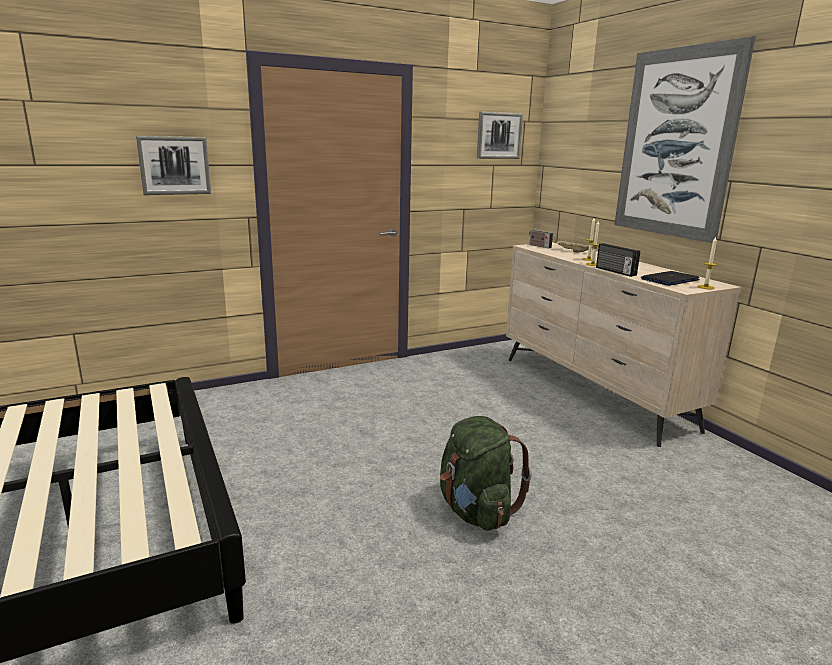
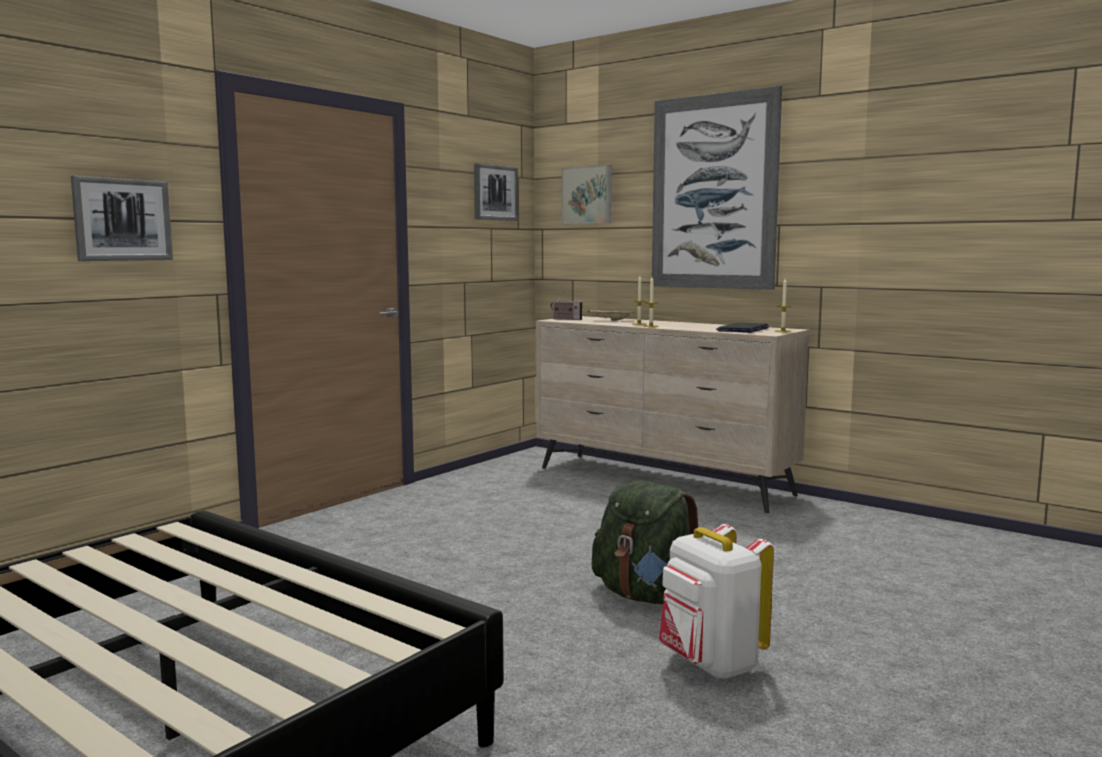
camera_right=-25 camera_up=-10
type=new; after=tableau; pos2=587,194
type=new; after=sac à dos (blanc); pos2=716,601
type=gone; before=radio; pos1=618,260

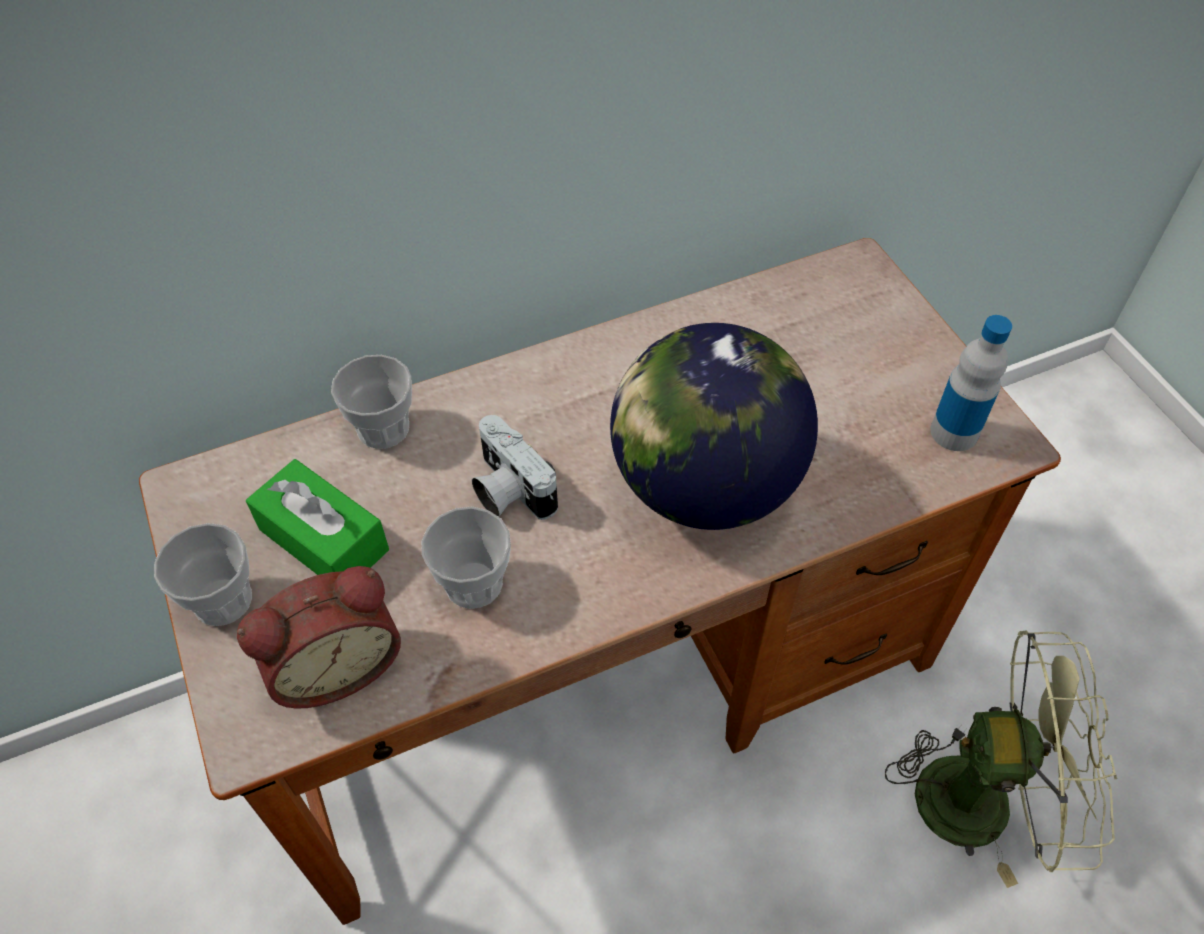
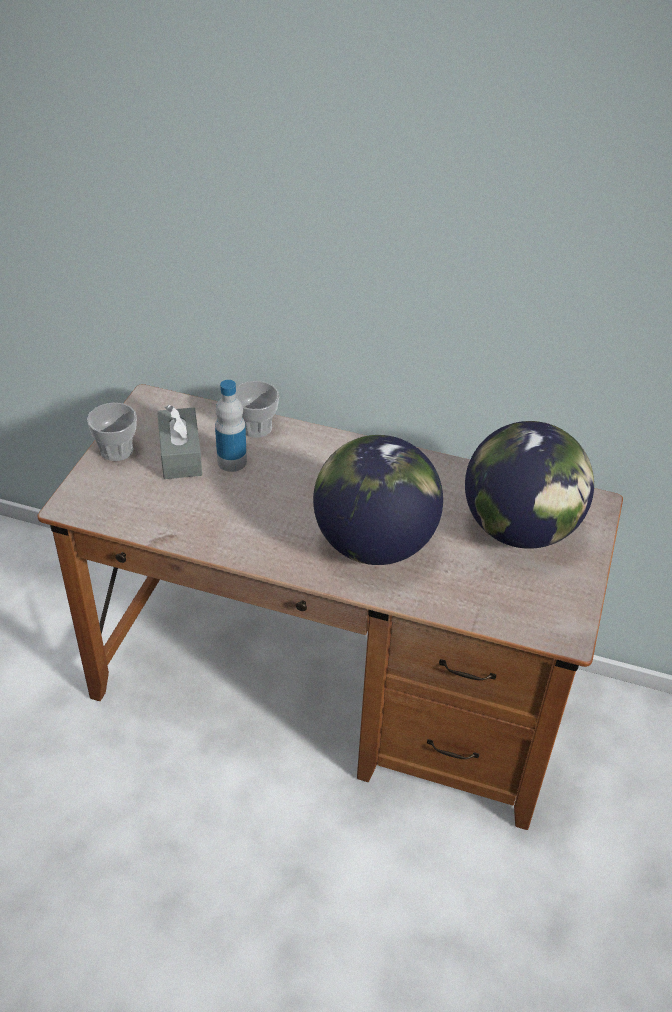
camera_right=40 camera_up=-10
type=repainted; before=boîte à mouchoirs (vert); after=boîte à mouchoirs (gris); pos1=317,517; pos2=179,442
type=shifted; before=bouteille; pos1=971,383; pos2=231,426
type=new; after=globe; pos2=529,485
type=gone; before=réveil; pos1=319,637
type=gone; before=tasse; pos1=466,557
type=gone; before=appareil photo; pos1=515,467
type=gone; before=ventilateur (vert); pos1=1001,759

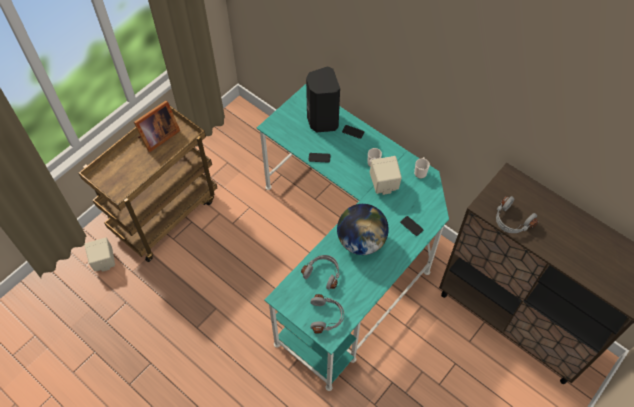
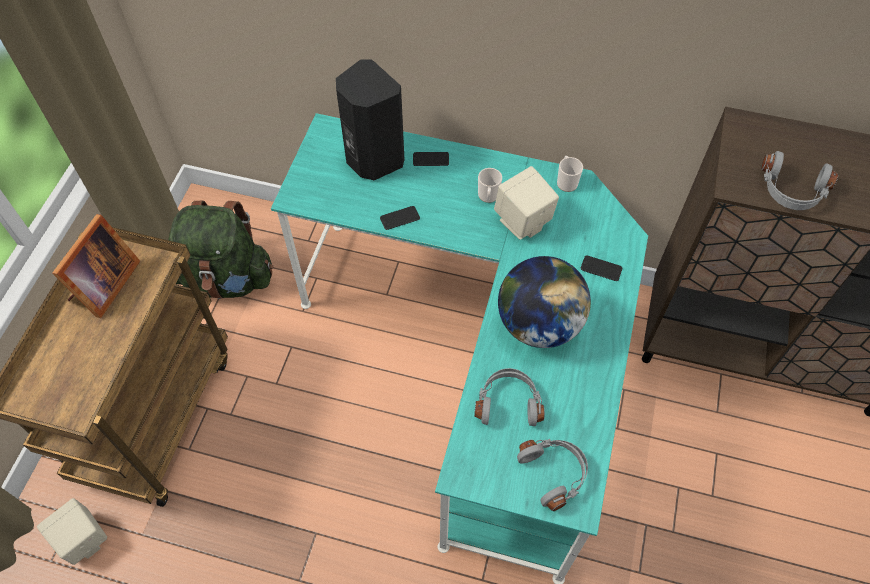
camera_right=-25 camera_up=0
type=new; after=sac à dos (vert); pos2=220,250

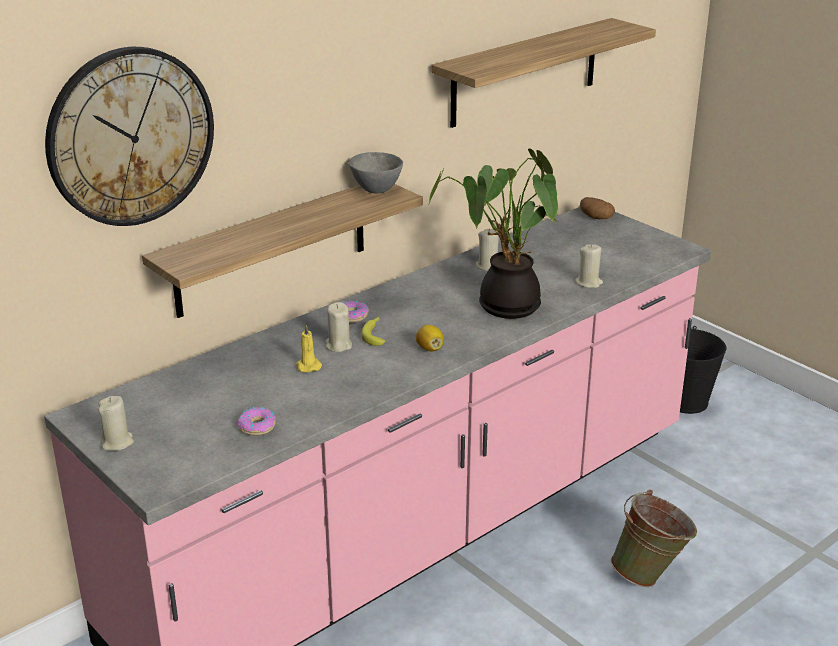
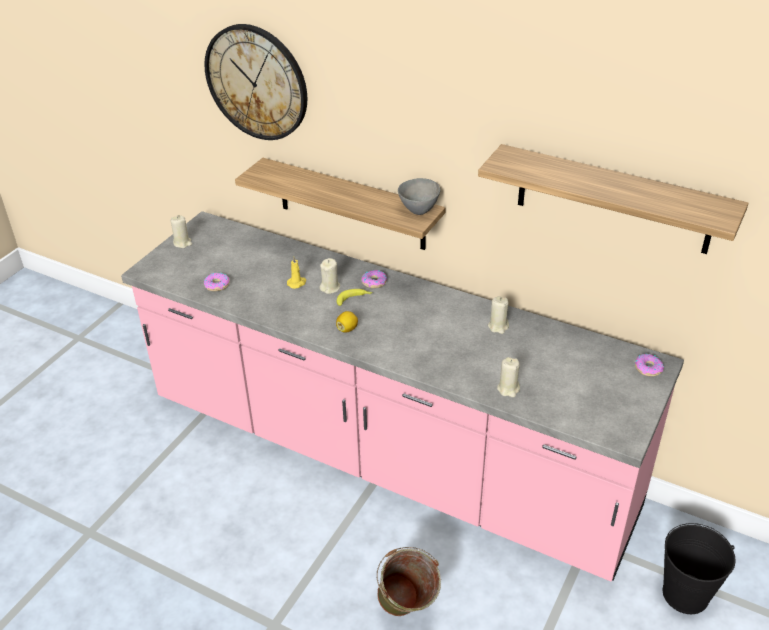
camera_right=70 camera_up=10
type=swapped; before=pomme de terre; after=beignet; pos1=597,208; pos2=649,365
type=gone; before=plante en pot; pos1=493,233

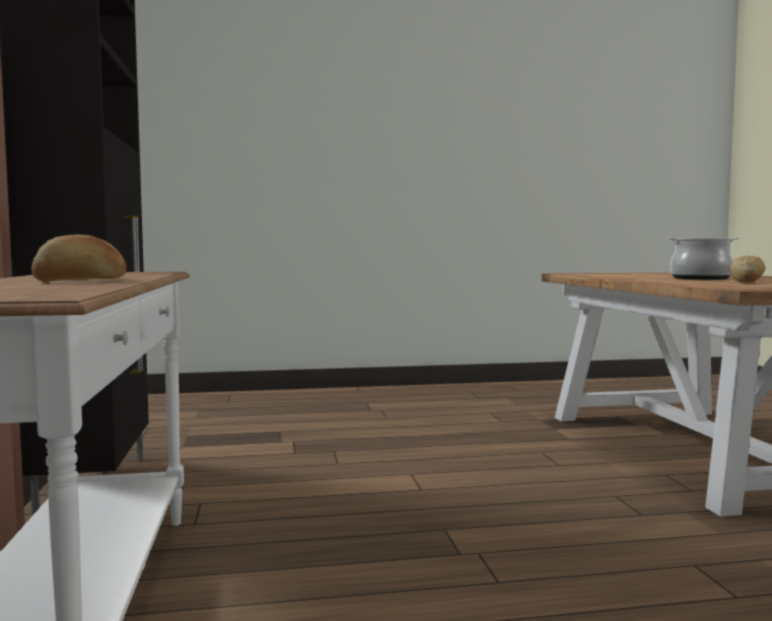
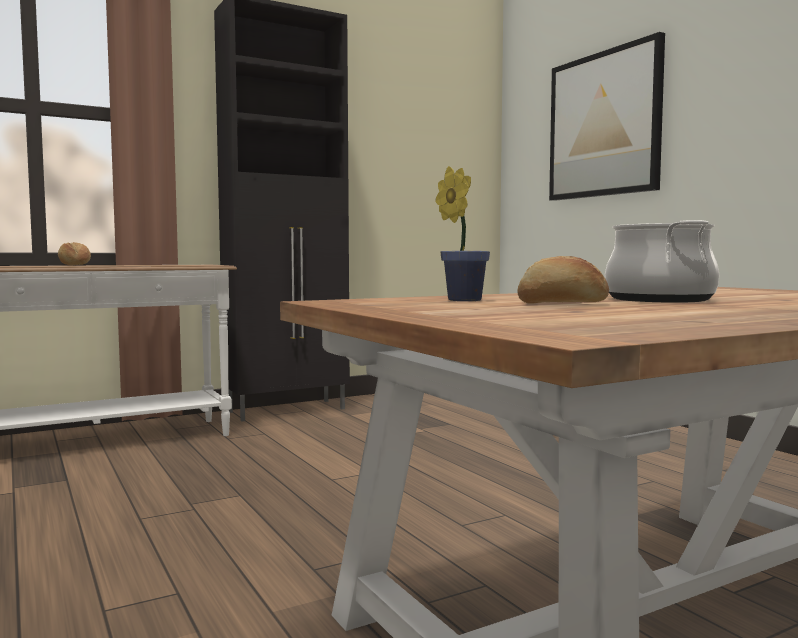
camera_right=70 camera_up=0
type=new; after=plante en pot; pos2=462,233
type=new; after=tableau; pos2=607,116

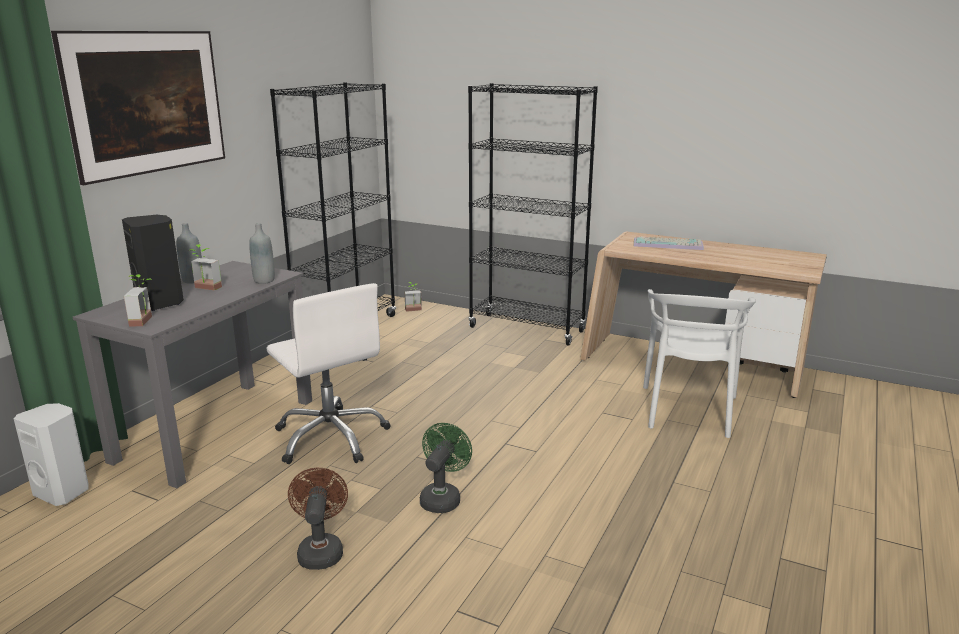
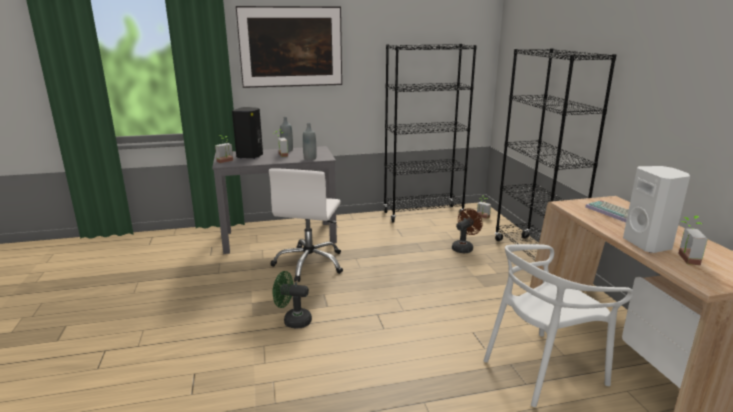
camera_right=50 camera_up=0
type=rotated; before=ventilateur (vert); pos1=446,468; pos2=292,299; turn=-150
type=shifted; before=ventilateur (marron); pos1=318,519; pos2=467,231
type=shifted; before=enceinte (blanc); pos1=51,454; pos2=656,209
type=new; after=plante en pot; pos2=693,240

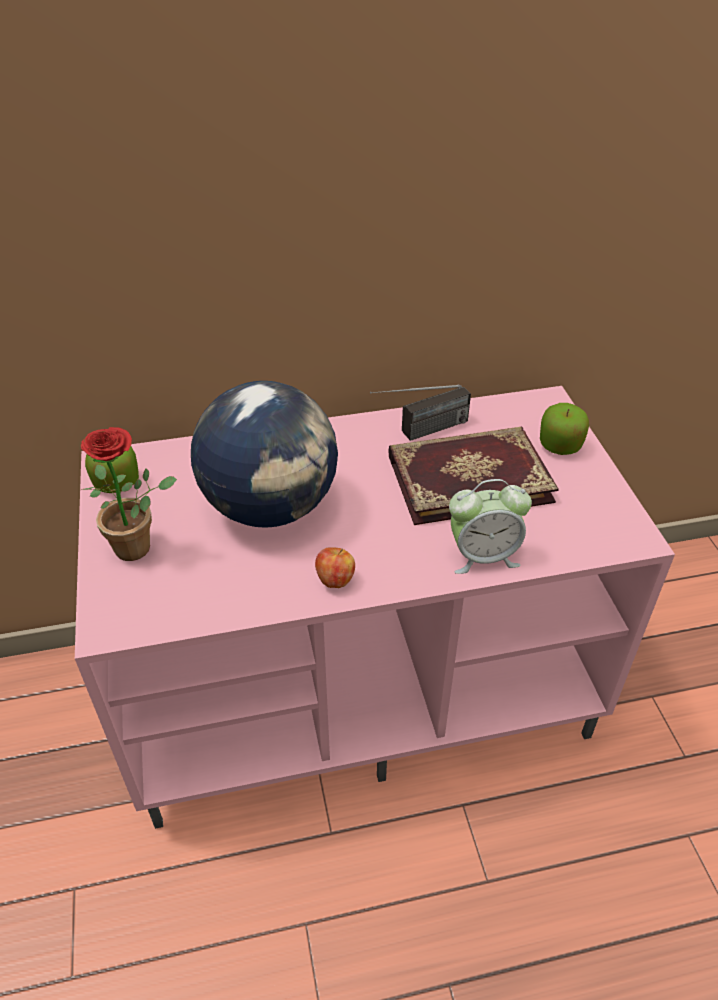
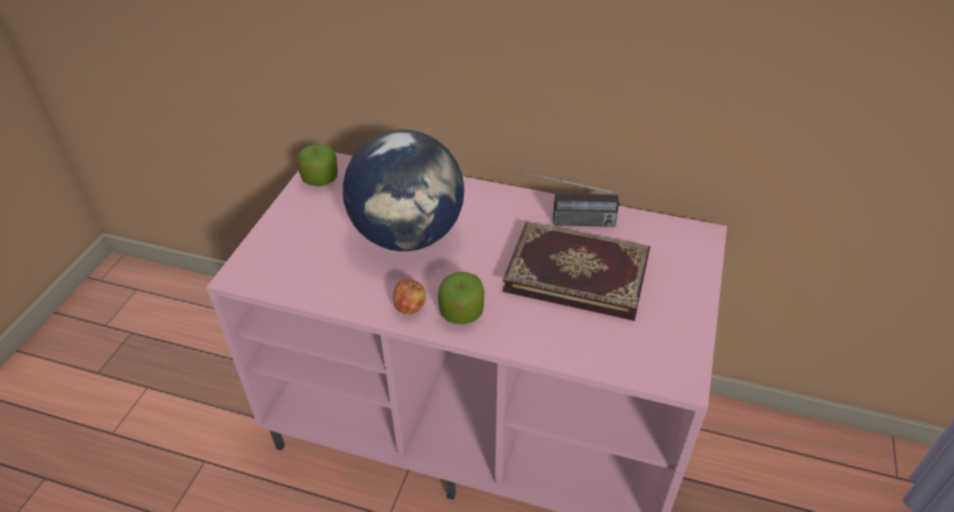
camera_right=30 camera_up=0
type=shifted; before=pomme; pos1=564,429; pos2=461,298
type=gone; before=plante en pot; pos1=129,494
type=gone; before=réveil; pos1=490,526

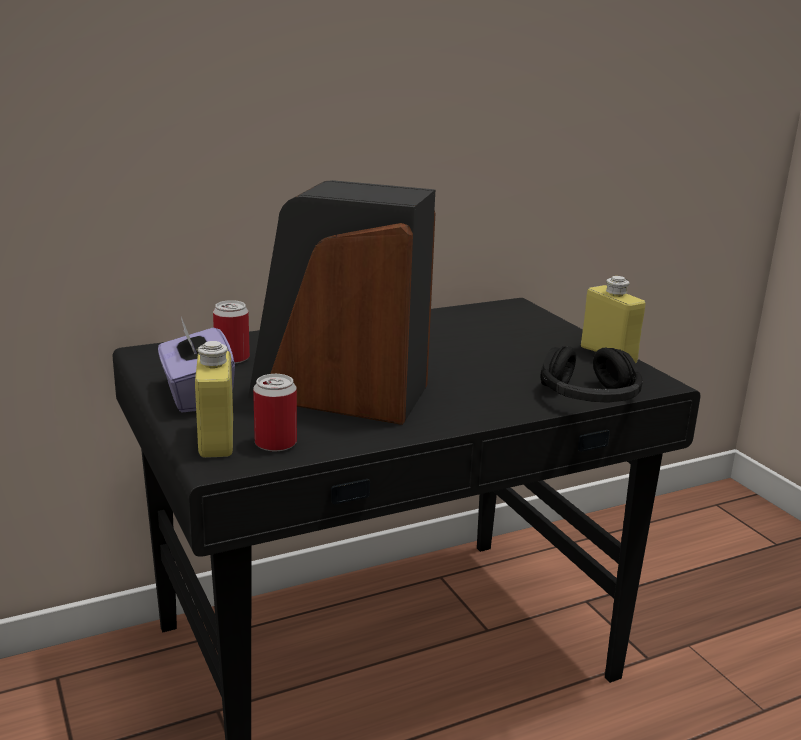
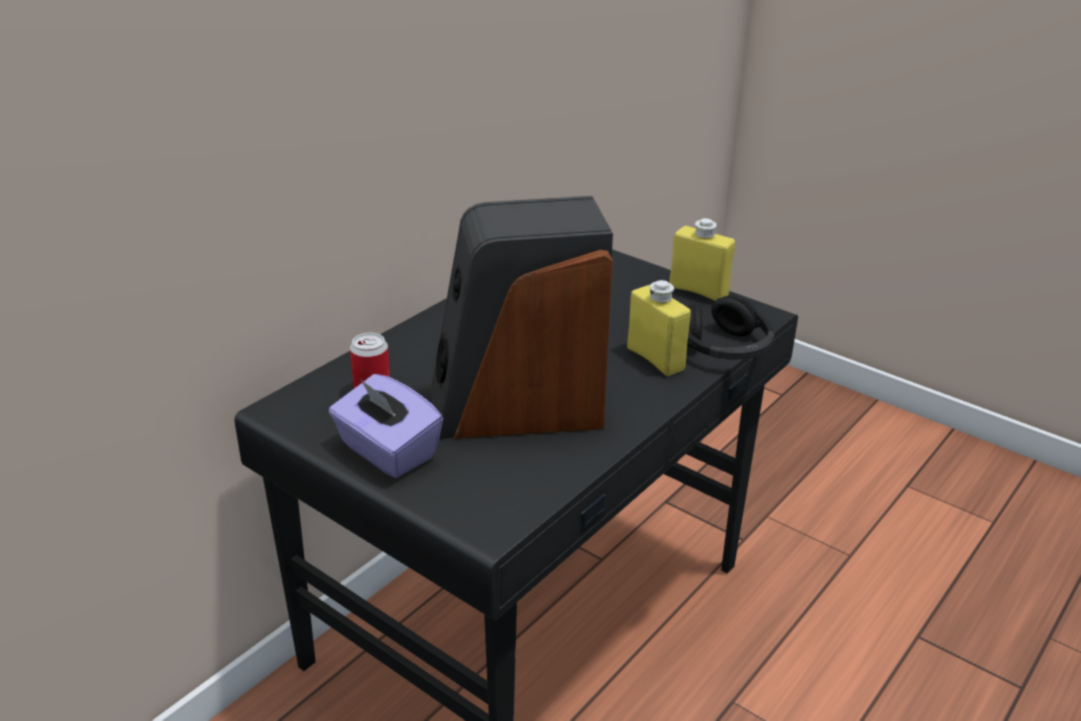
camera_right=-25 camera_up=10
type=shifted; before=bouteille (jaune); pos1=214,399; pos2=659,328
type=gone; before=boîte métallique; pos1=275,413

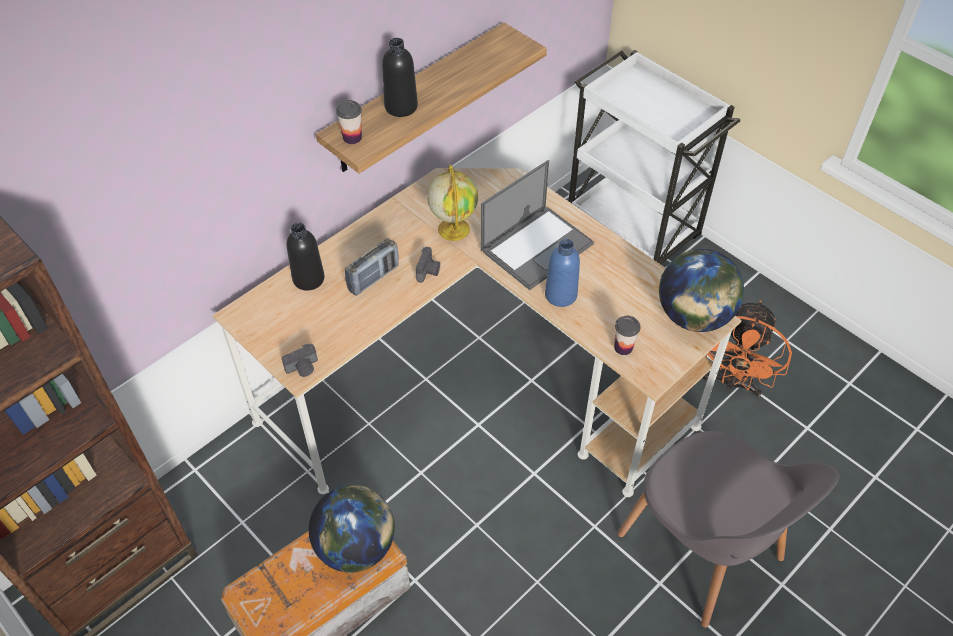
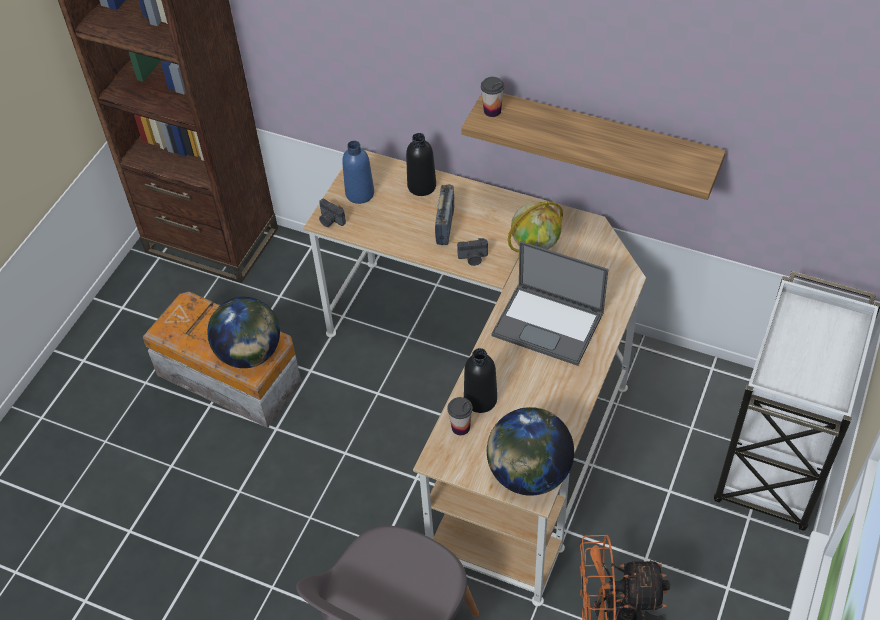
camera_right=70 camera_up=0
type=shifted; before=bouteille (bleu); pos1=562,273; pos2=358,172
type=rotated; before=radio; pos1=372,267; pos2=444,214; turn=-105
type=shifted; before=bouteille (noir); pos1=400,77; pos2=480,380

